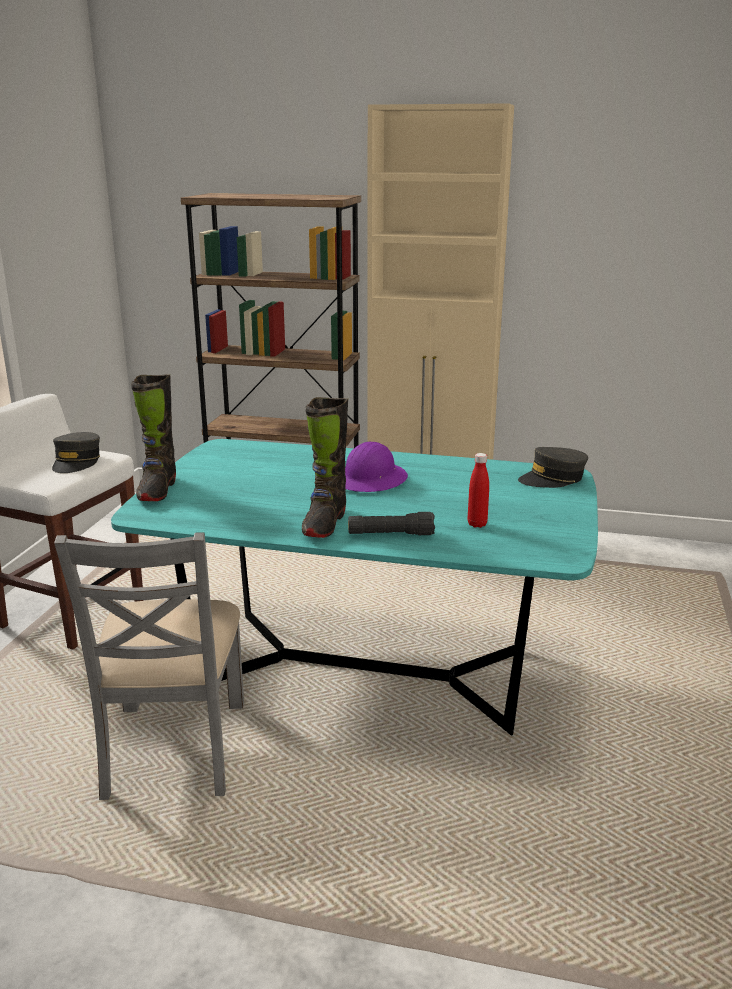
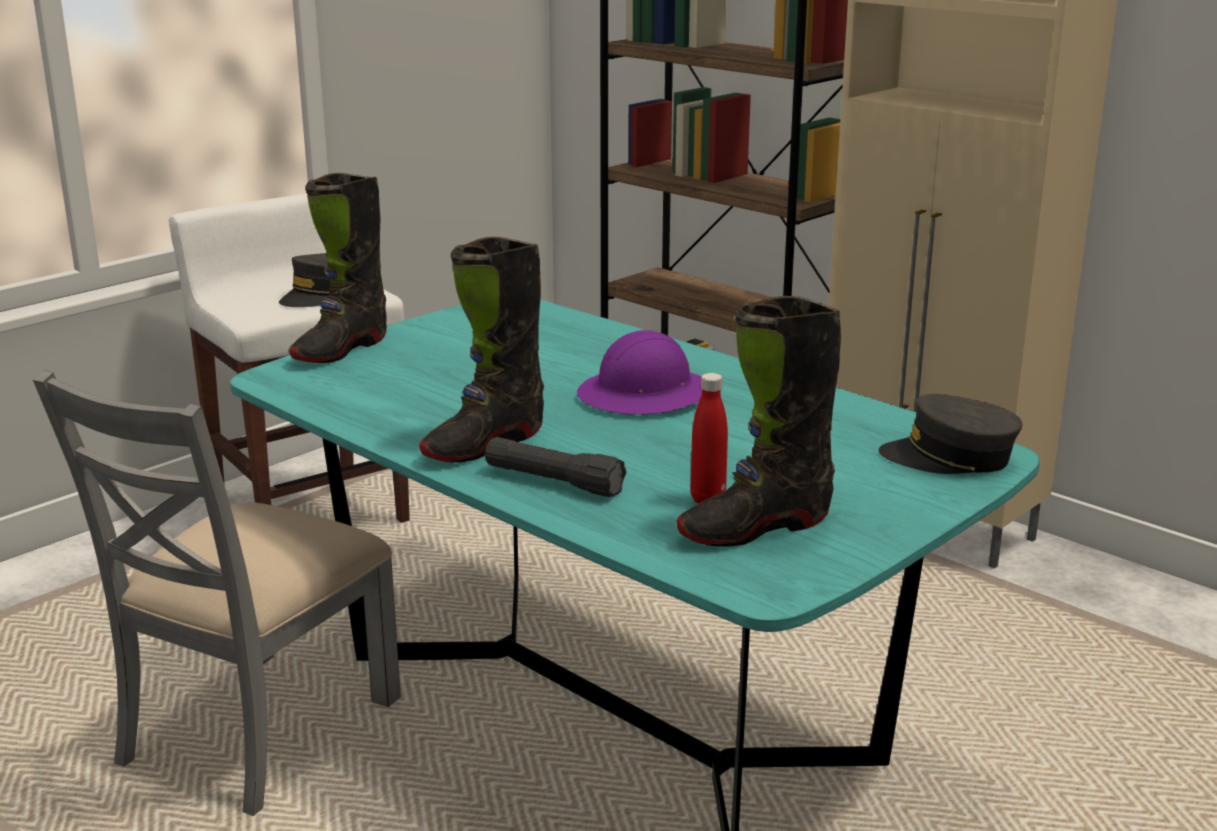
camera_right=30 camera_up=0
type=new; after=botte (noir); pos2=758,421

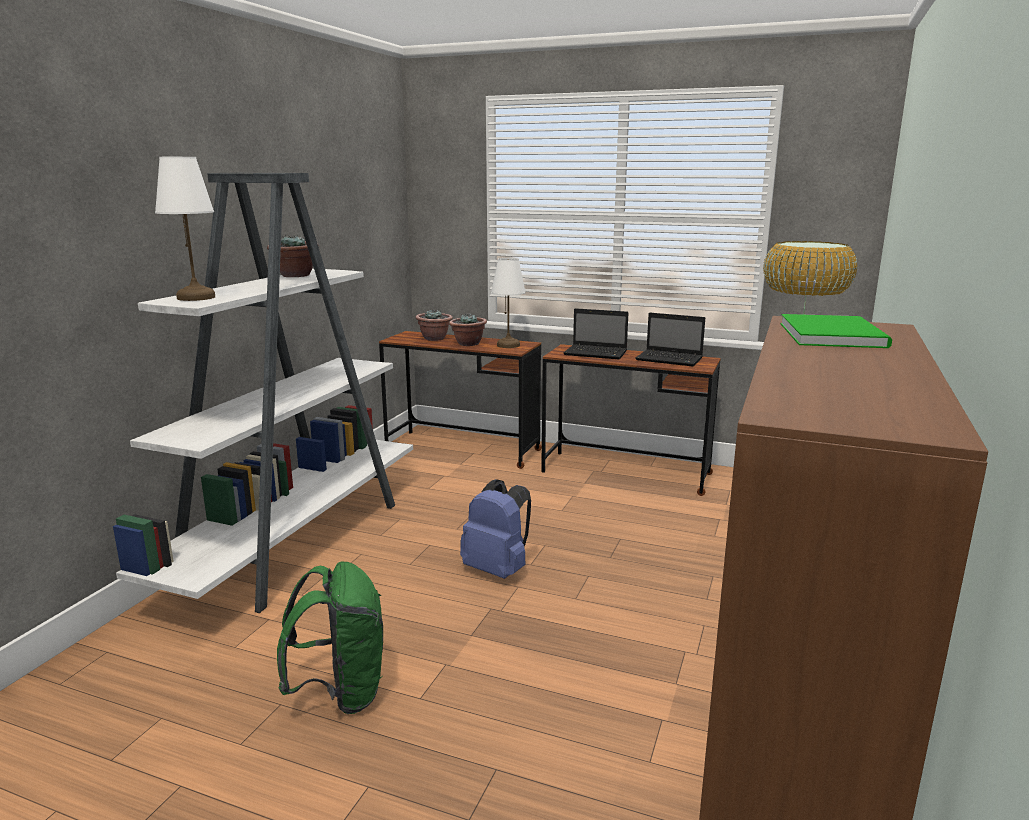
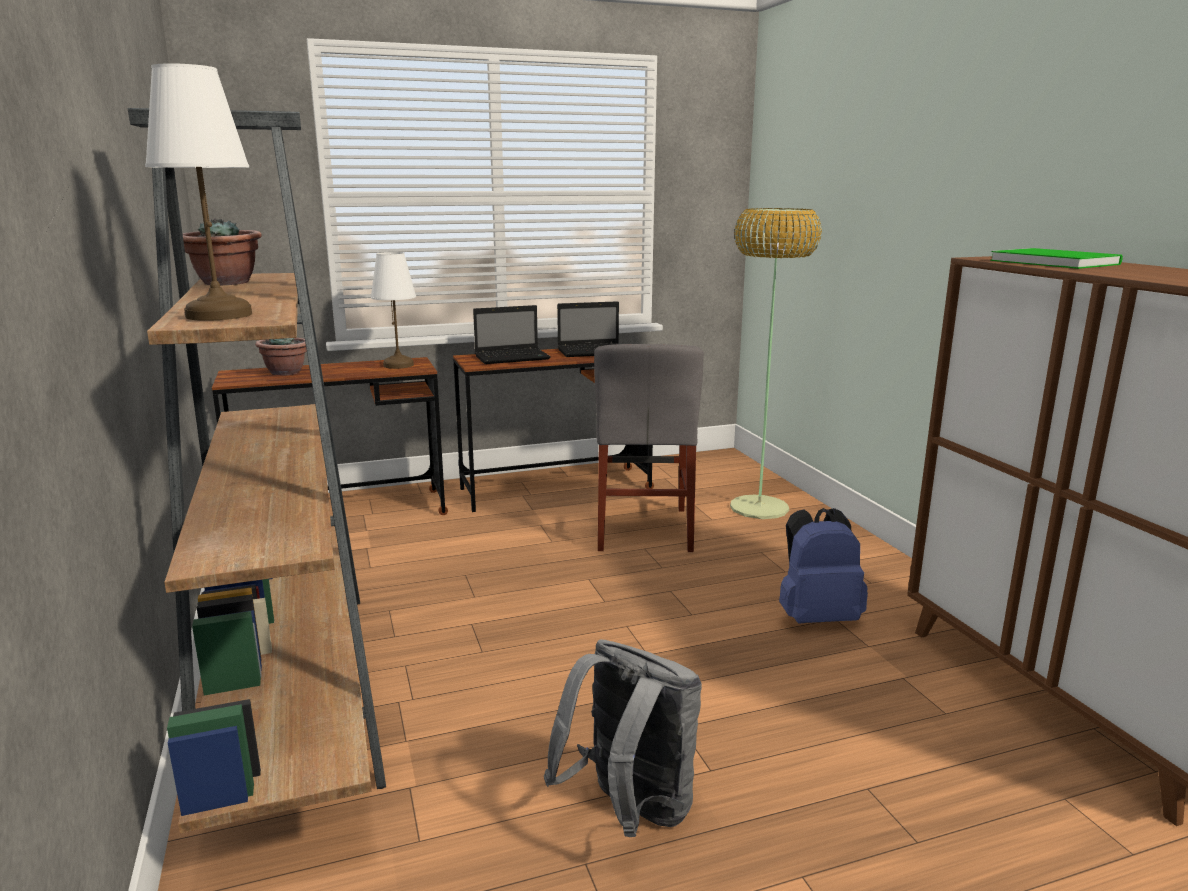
camera_right=-40 camera_up=0
type=repainted; before=bibliothèque (blanc); after=bibliothèque (marron); pos1=263,393; pos2=257,471
type=repainted; before=sac à dos (vert); after=sac à dos (gris); pos1=330,638; pos2=622,738
type=new; after=chaise (gris); pos2=649,448
type=shifted; before=sac à dos (bleu); pos1=495,529; pos2=823,565
type=gone; before=plante en pot; pos1=468,329

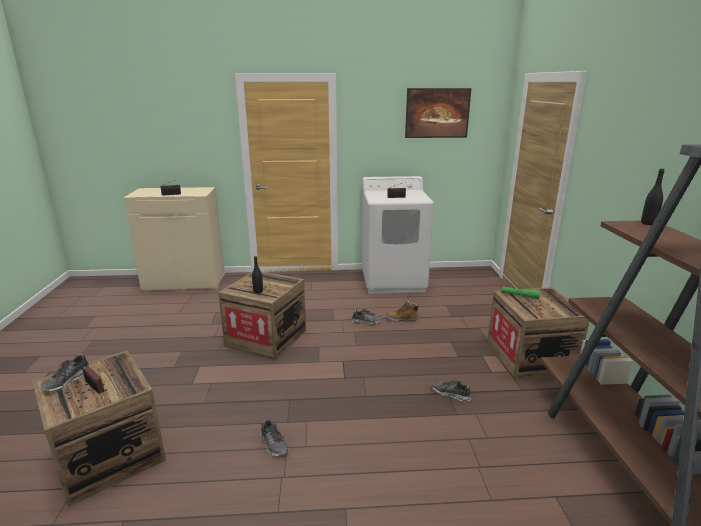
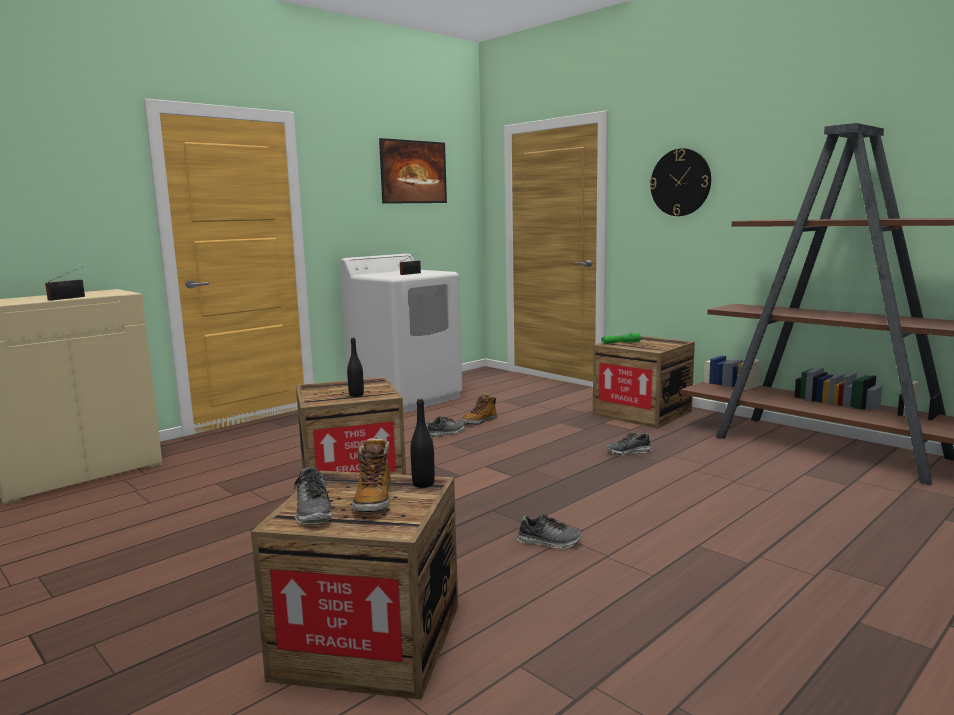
camera_right=-40 camera_up=-10
type=swapped; before=radio; after=botte; pos1=93,379; pos2=371,475
type=shifted; before=bouteille (noir); pos1=652,197; pos2=423,443
type=new; after=horloge murale; pos2=680,182

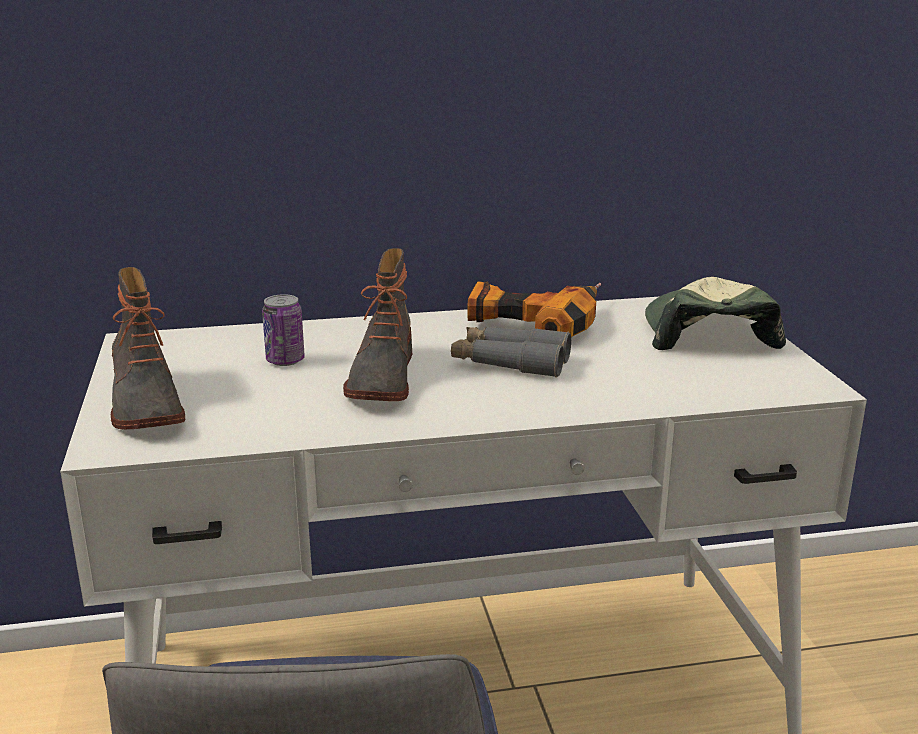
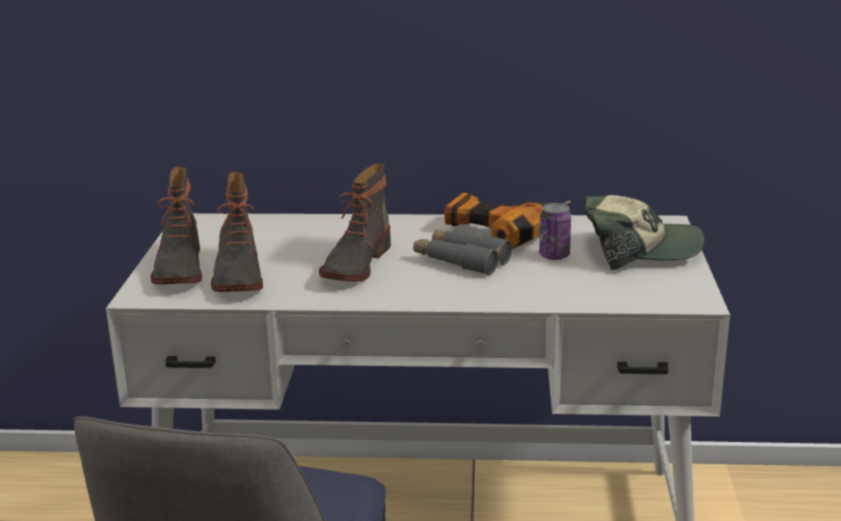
camera_right=15 camera_up=0
type=new; after=botte; pos2=237,231
type=shifted; before=boîte métallique; pos1=283,330; pos2=555,231
type=rotated; before=casquette; pos1=715,313; pos2=644,232; turn=75

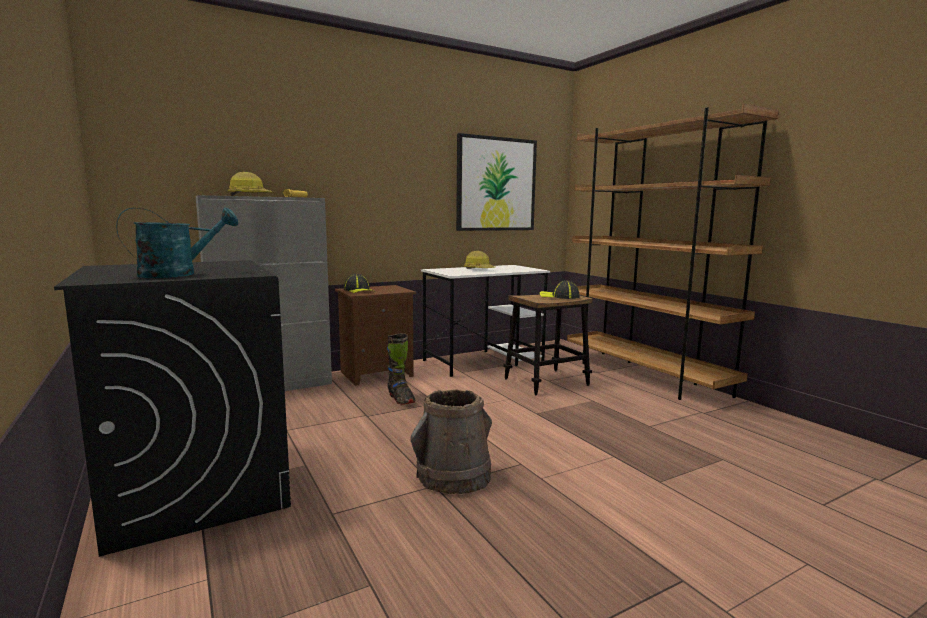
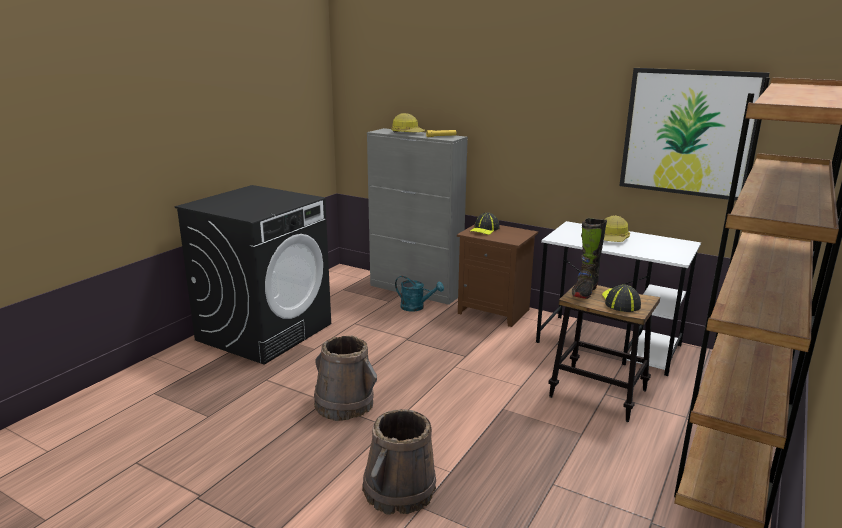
camera_right=60 camera_up=10
type=new; after=seau (marron); pos2=399,462
type=shifted; before=arrosoir (turquoise); pos1=177,243; pos2=419,294
type=shifted; before=botte (noir); pos1=401,368; pos2=589,258

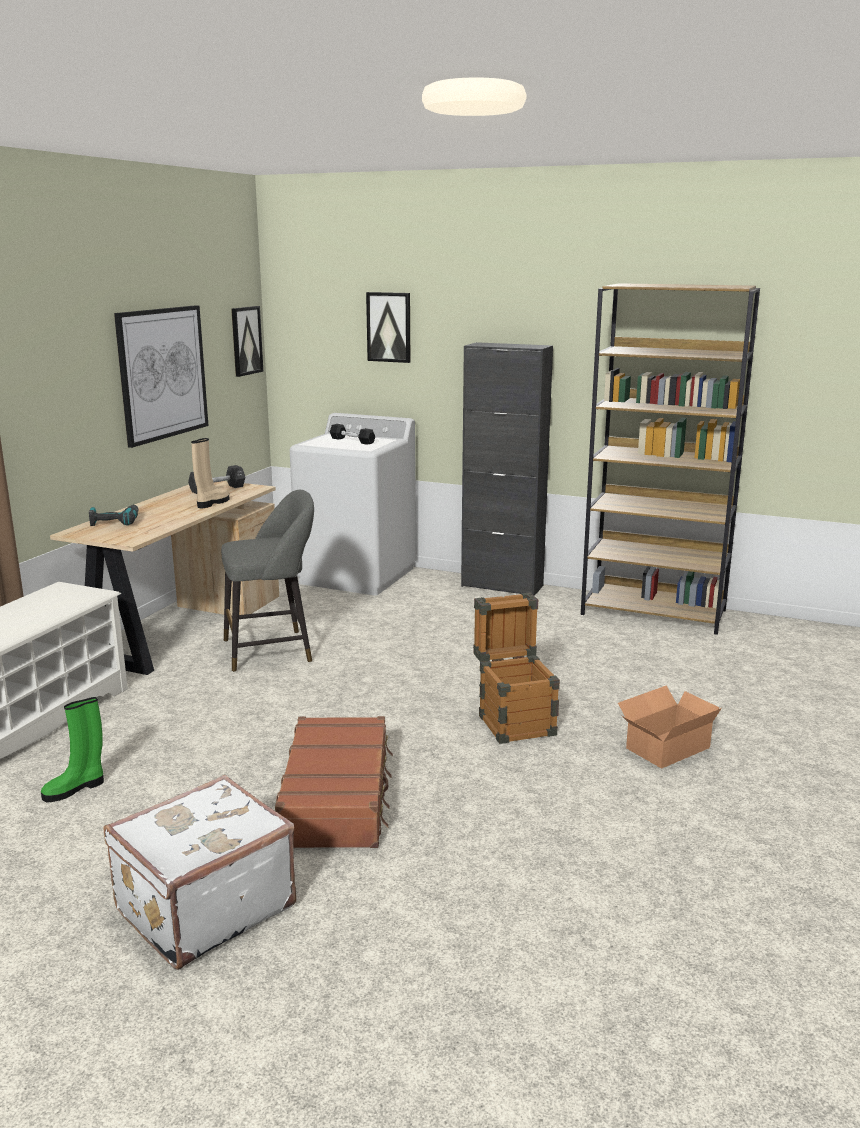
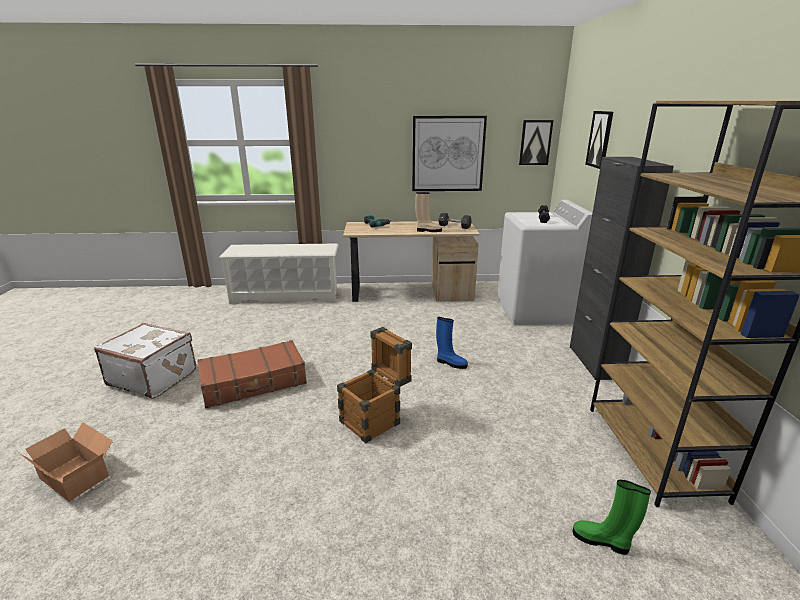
camera_right=65 camera_up=5
type=shifted; before=carton; pos1=670,727; pos2=66,462
type=new; after=botte (bleu); pos2=452,343
type=shifted; before=botte (vert); pos1=72,749; pos2=611,517
type=gone; before=tabouret (gris); pos1=267,581

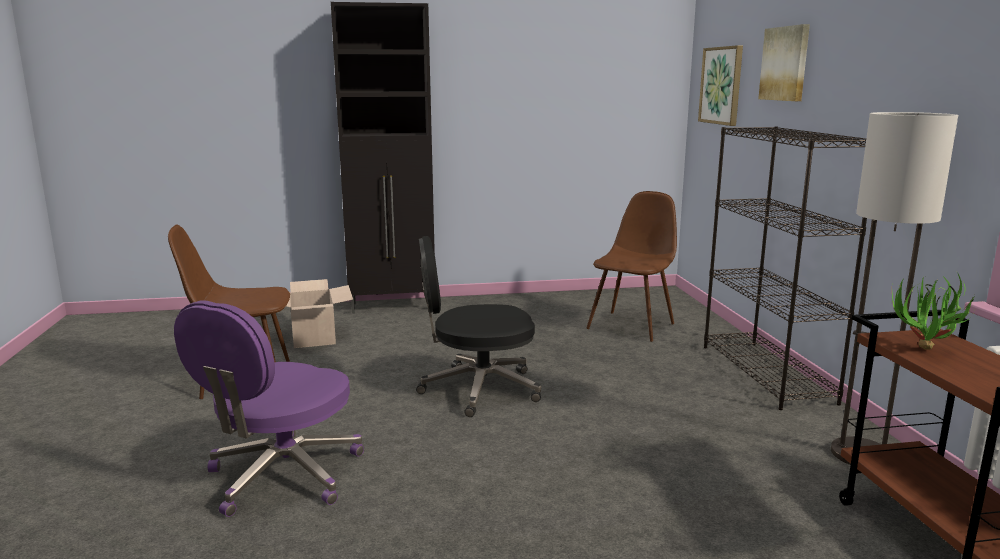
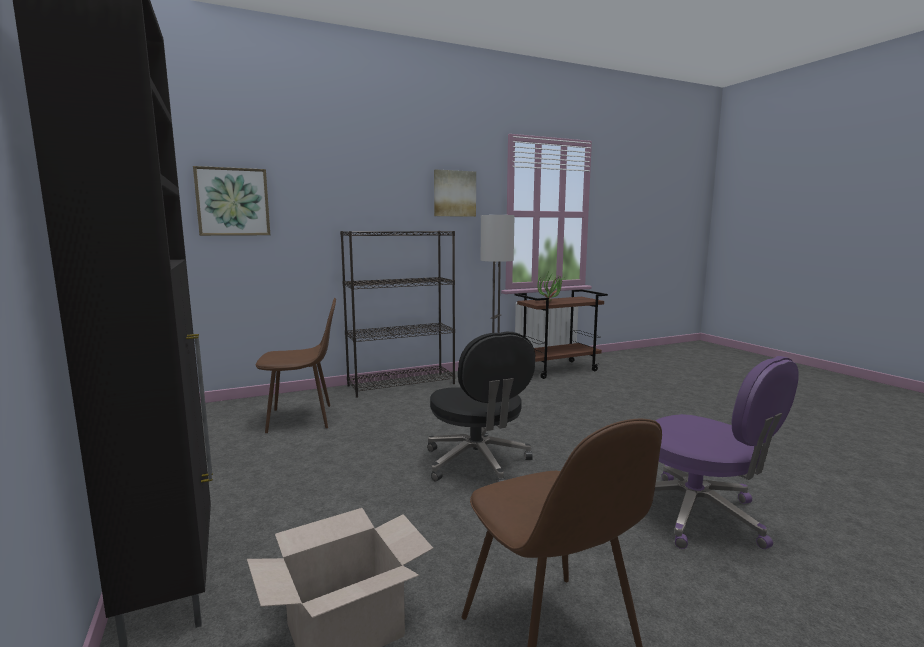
camera_right=-105 camera_up=-5
type=rotated; before=chaise (marron); pos1=632,266; pos2=296,365; turn=150
type=shifted; before=tableau; pos1=784,62; pos2=455,193
type=rotated; before=chaise de bureau (violet); pos1=269,409; pos2=727,452; turn=45

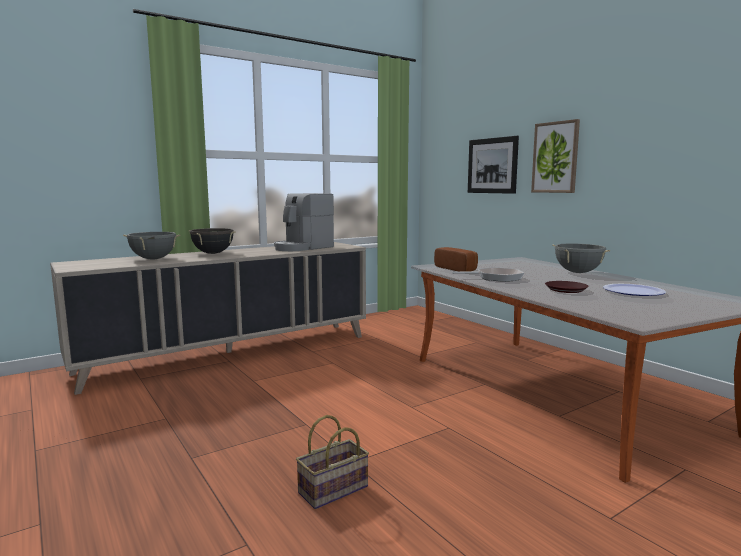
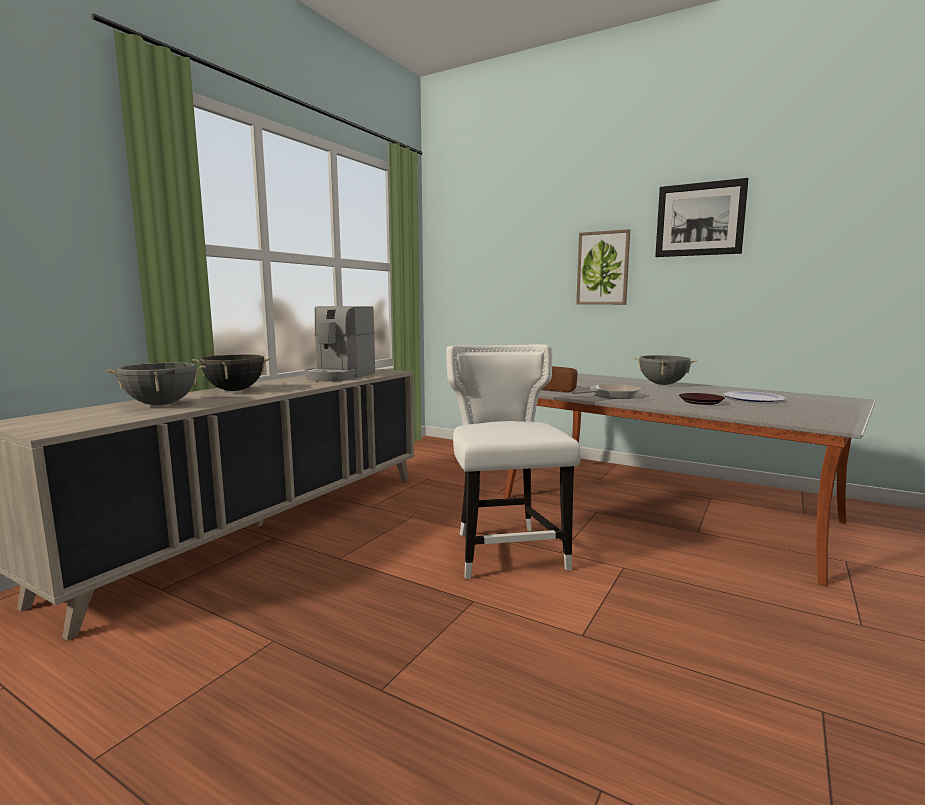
camera_right=-25 camera_up=0
type=new; after=chaise (blanc); pos2=513,461
type=shifted; before=tableau; pos1=493,165; pos2=702,217
type=gone; before=panier; pos1=332,462

